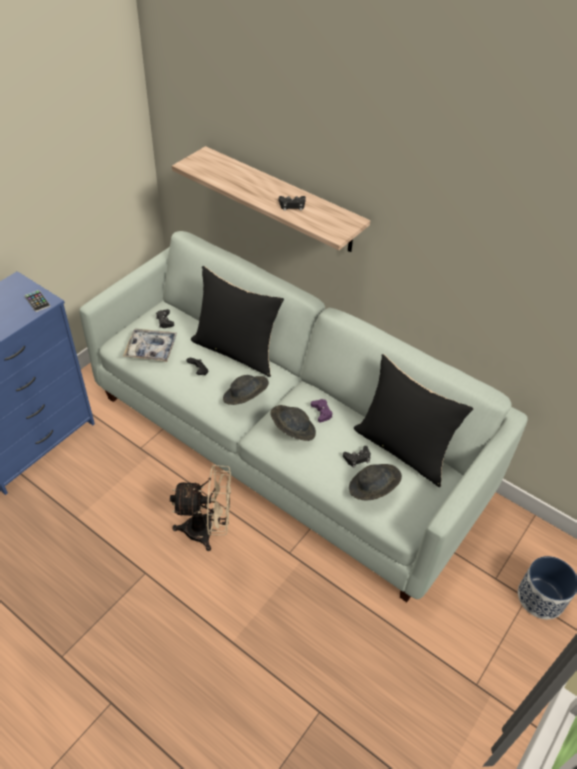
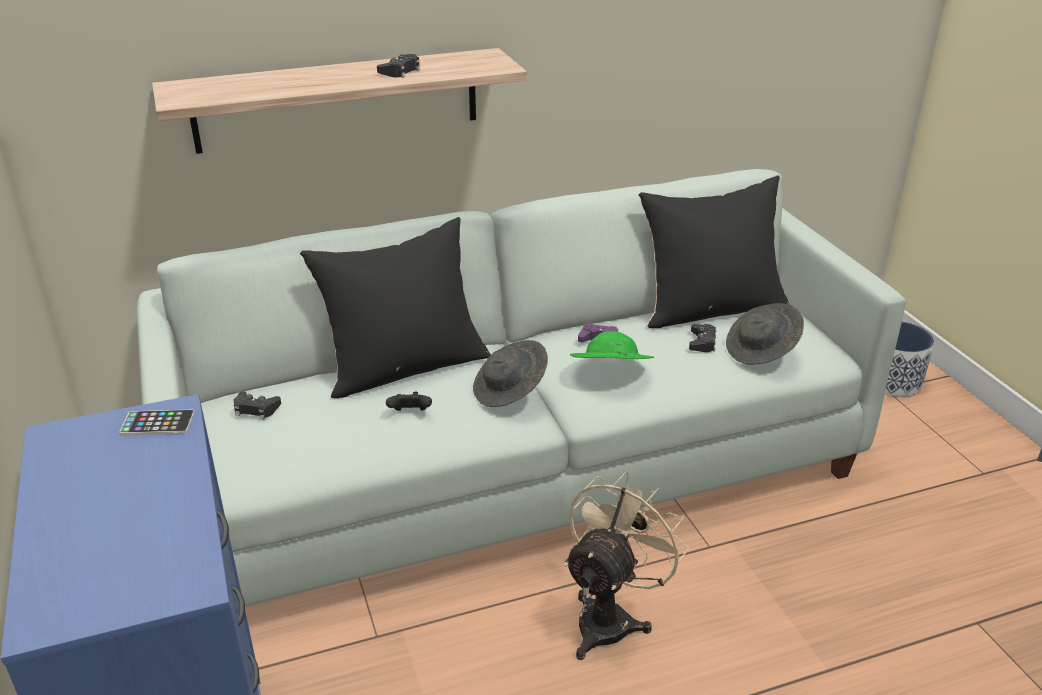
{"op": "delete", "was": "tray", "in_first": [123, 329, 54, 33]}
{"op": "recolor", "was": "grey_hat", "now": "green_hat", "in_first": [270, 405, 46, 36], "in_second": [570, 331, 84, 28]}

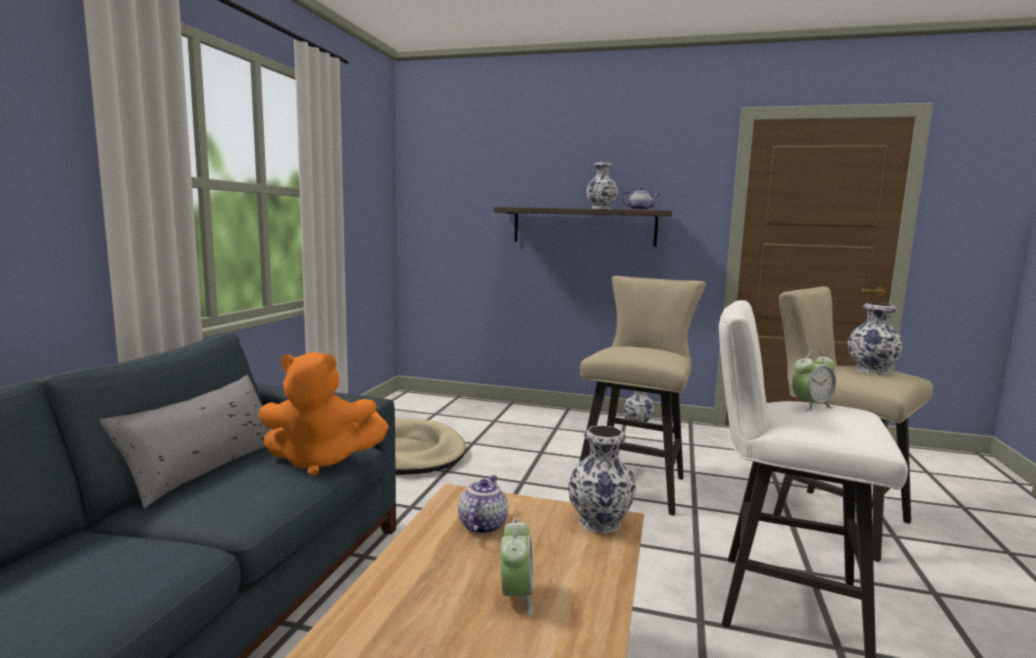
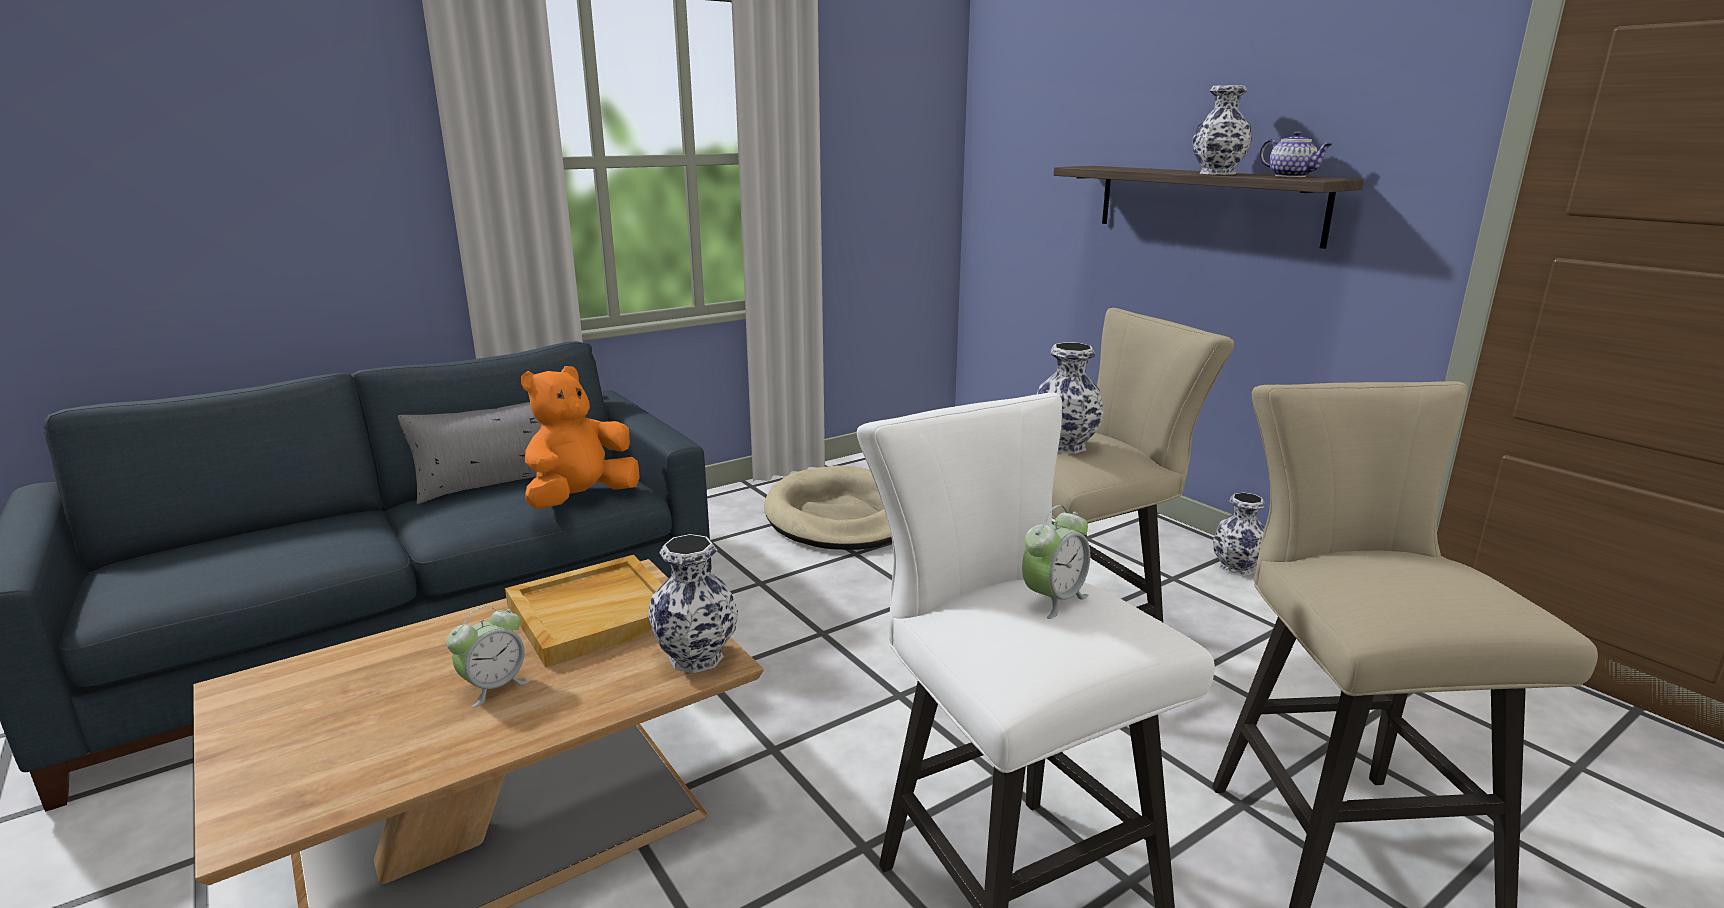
{"op": "move", "was": "vase", "in_first": [848, 303, 55, 72], "in_second": [1037, 342, 67, 112]}
{"op": "replace", "was": "teapot", "now": "beige_tray", "in_first": [458, 475, 50, 59], "in_second": [505, 555, 157, 112]}
{"op": "rotate", "was": "orange_plush_toy", "in_first": [258, 352, 131, 124], "in_second": [521, 366, 119, 143], "clockwise": 90}
{"op": "rotate", "was": "alarm_clock", "in_first": [792, 350, 44, 61], "in_second": [1022, 505, 68, 114], "clockwise": -60}

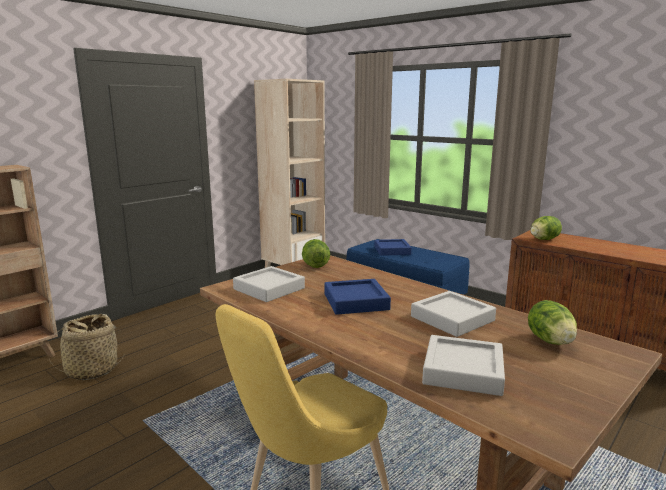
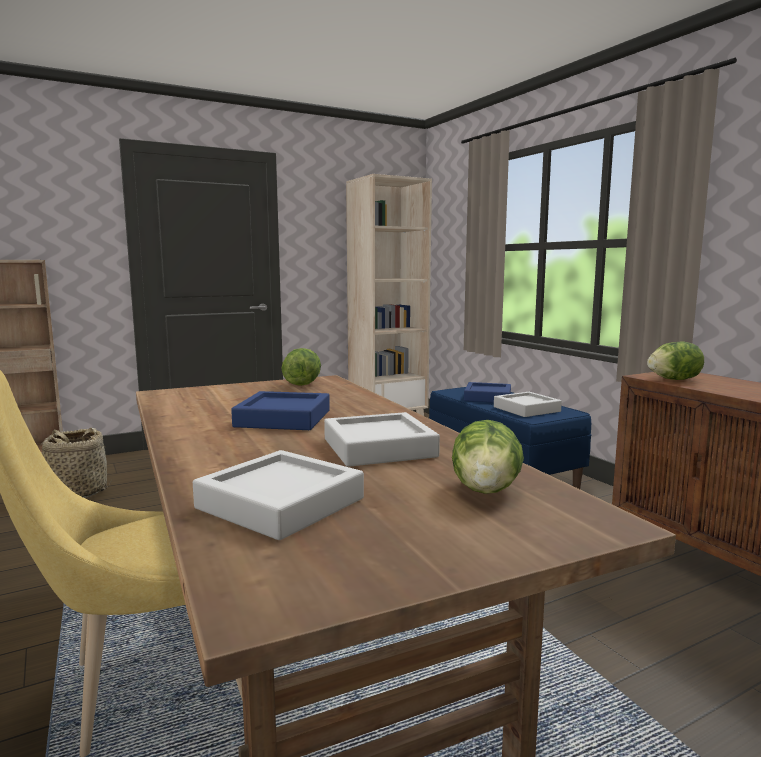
{"op": "move", "was": "grey_tray", "in_first": [233, 266, 72, 36], "in_second": [494, 392, 68, 25]}

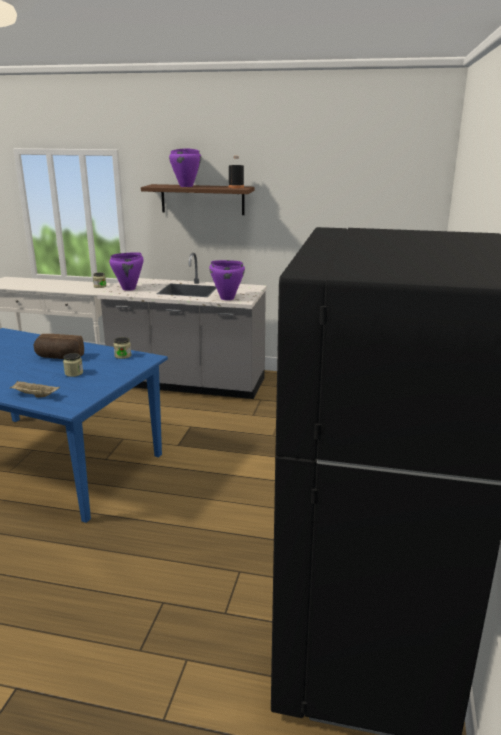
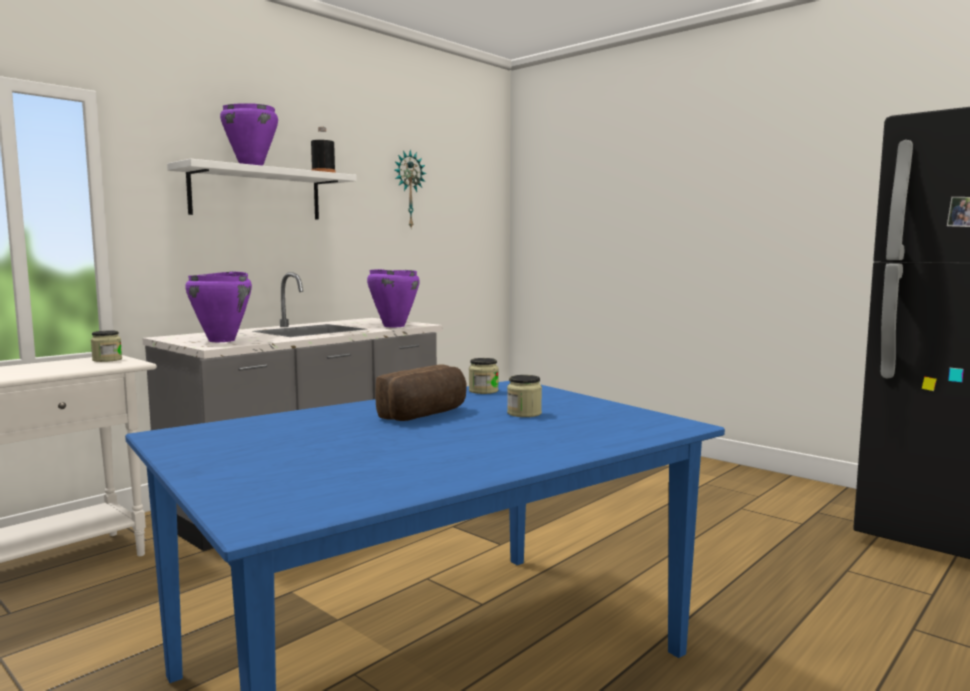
{"op": "delete", "was": "beige_tray", "in_first": [10, 381, 50, 16]}
{"op": "insert", "now": "wall_clock", "in_second": [394, 150, 32, 78]}
{"op": "recolor", "was": "brown_shelf", "now": "white_shelf", "in_first": [141, 184, 114, 31], "in_second": [167, 159, 190, 61]}

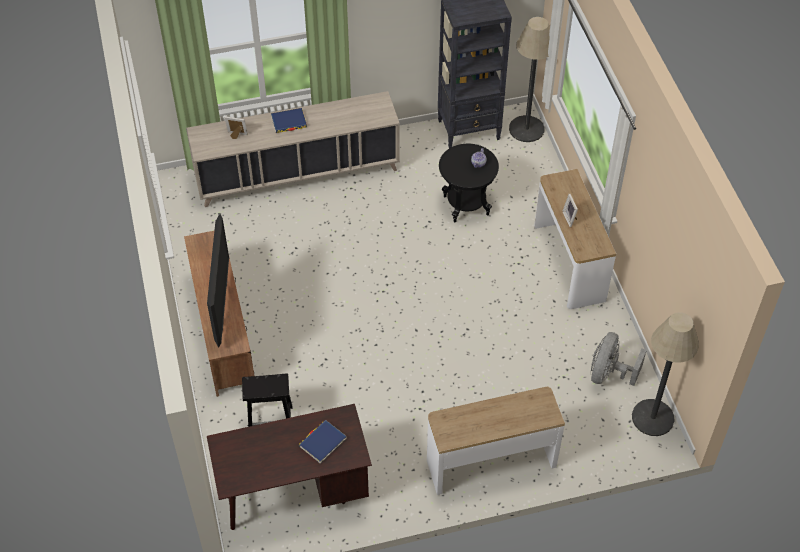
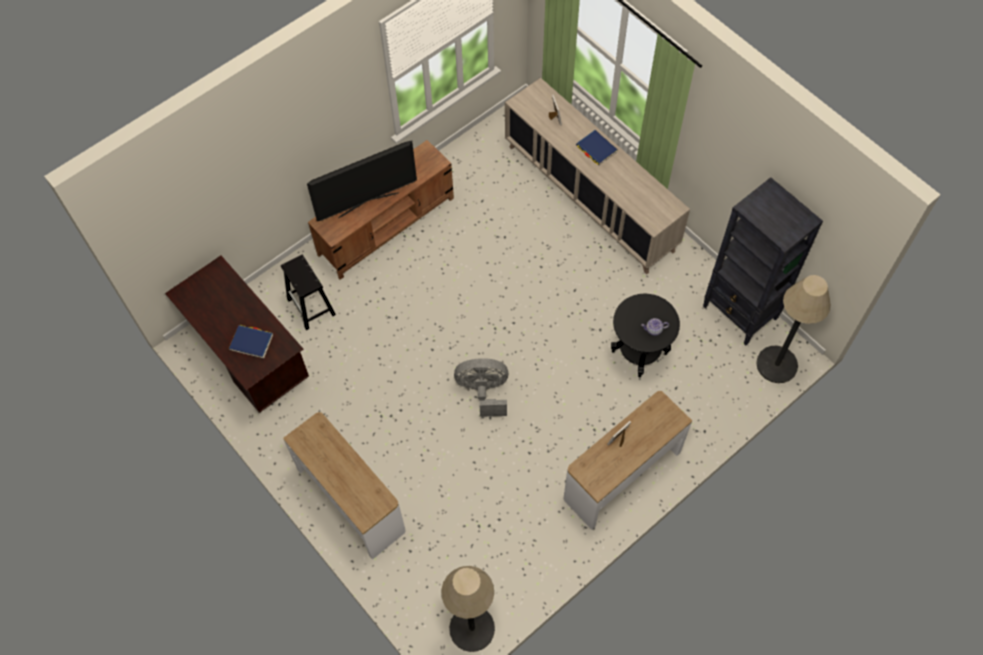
{"op": "move", "was": "grey_fan", "in_first": [591, 332, 56, 54], "in_second": [454, 358, 55, 59]}

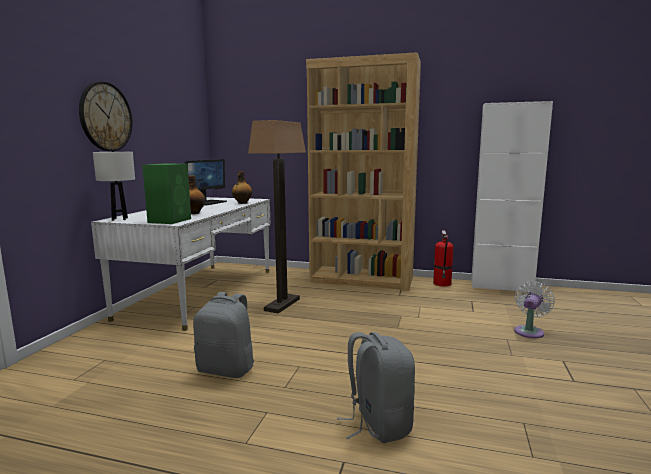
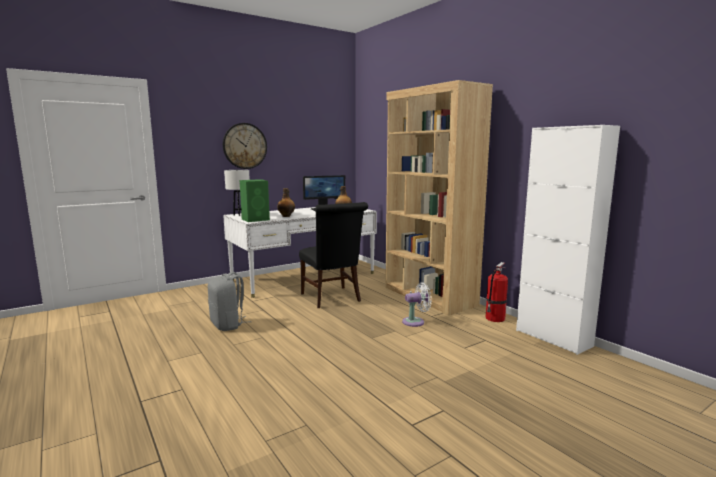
{"op": "delete", "was": "grey_backpack", "in_first": [337, 332, 78, 111]}
{"op": "move", "was": "white_fan", "in_first": [514, 281, 41, 57], "in_second": [402, 282, 30, 45]}
{"op": "replace", "was": "floor_lamp", "now": "black_chair", "in_first": [248, 120, 58, 194], "in_second": [299, 202, 69, 106]}

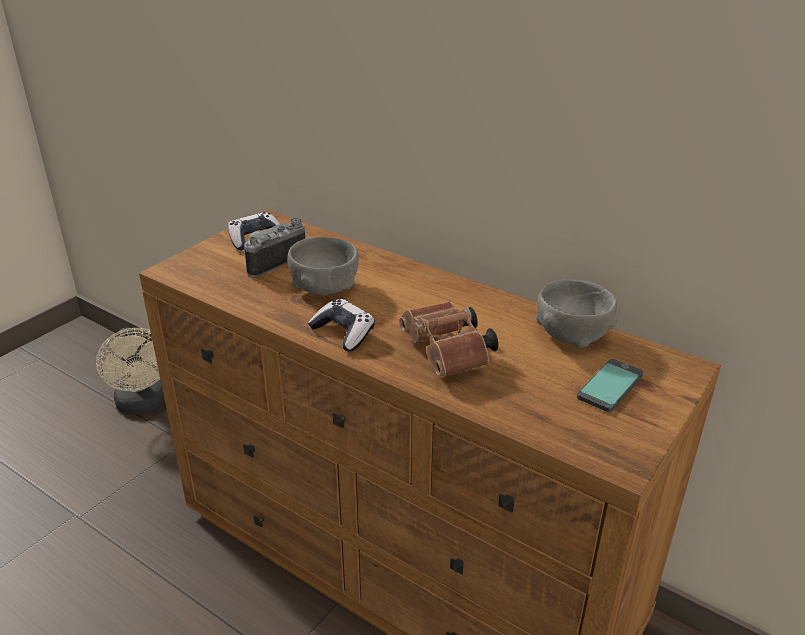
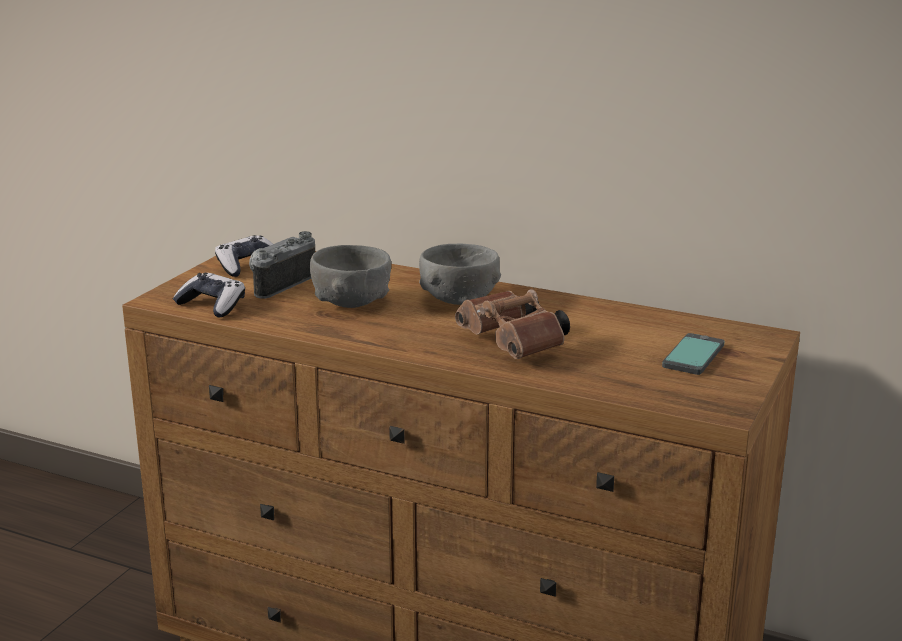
{"op": "delete", "was": "beige_fan", "in_first": [96, 327, 69, 87]}
{"op": "move", "was": "game_controller", "in_first": [308, 299, 67, 52], "in_second": [173, 273, 72, 45]}
{"op": "move", "was": "grey_bowl", "in_first": [536, 279, 81, 69], "in_second": [419, 244, 82, 61]}

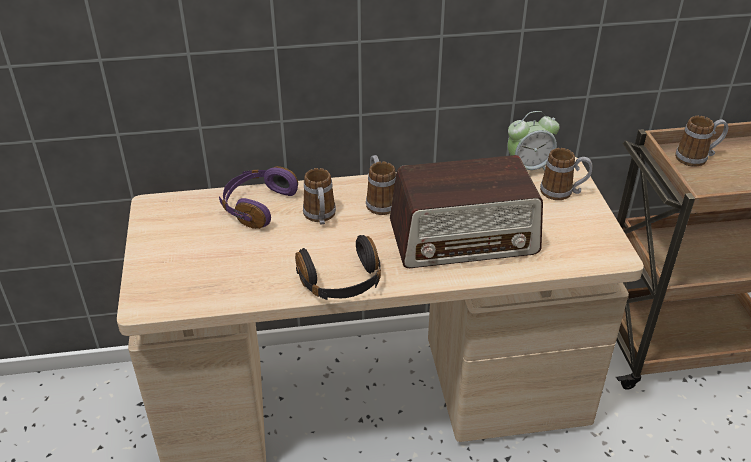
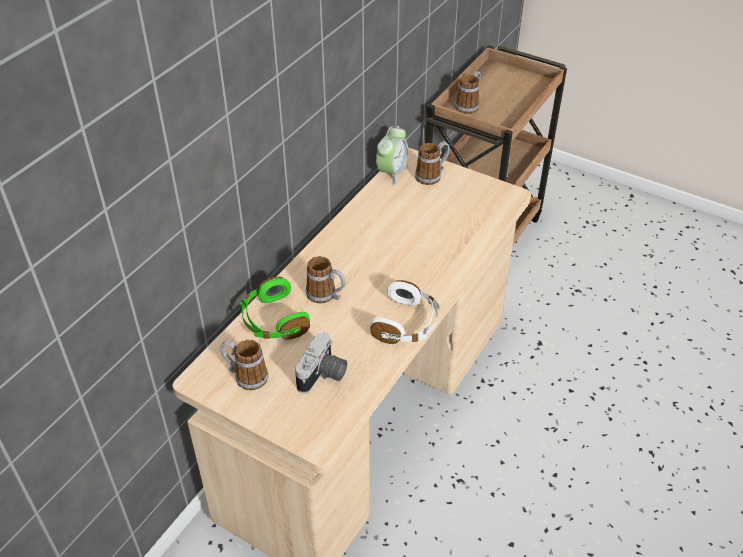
{"op": "delete", "was": "radio", "in_first": [390, 155, 153, 113]}
{"op": "insert", "now": "photo_camera", "in_second": [295, 332, 52, 62]}
{"op": "move", "was": "mug", "in_first": [366, 155, 30, 60], "in_second": [220, 340, 48, 50]}
{"op": "recolor", "was": "purple_headphones", "now": "green_headphones", "in_first": [219, 166, 79, 63], "in_second": [239, 276, 71, 64]}
{"op": "recolor", "was": "black_headphones", "now": "white_headphones", "in_first": [295, 235, 86, 65], "in_second": [370, 280, 70, 64]}

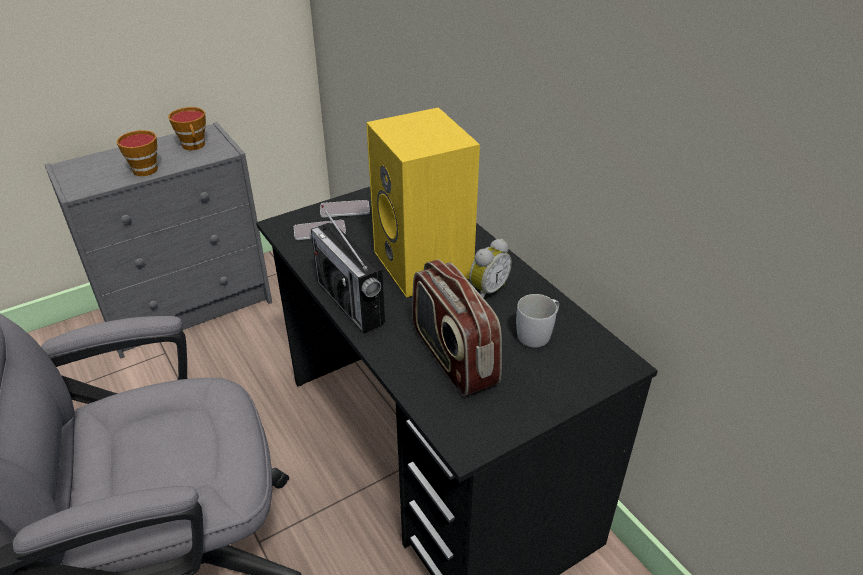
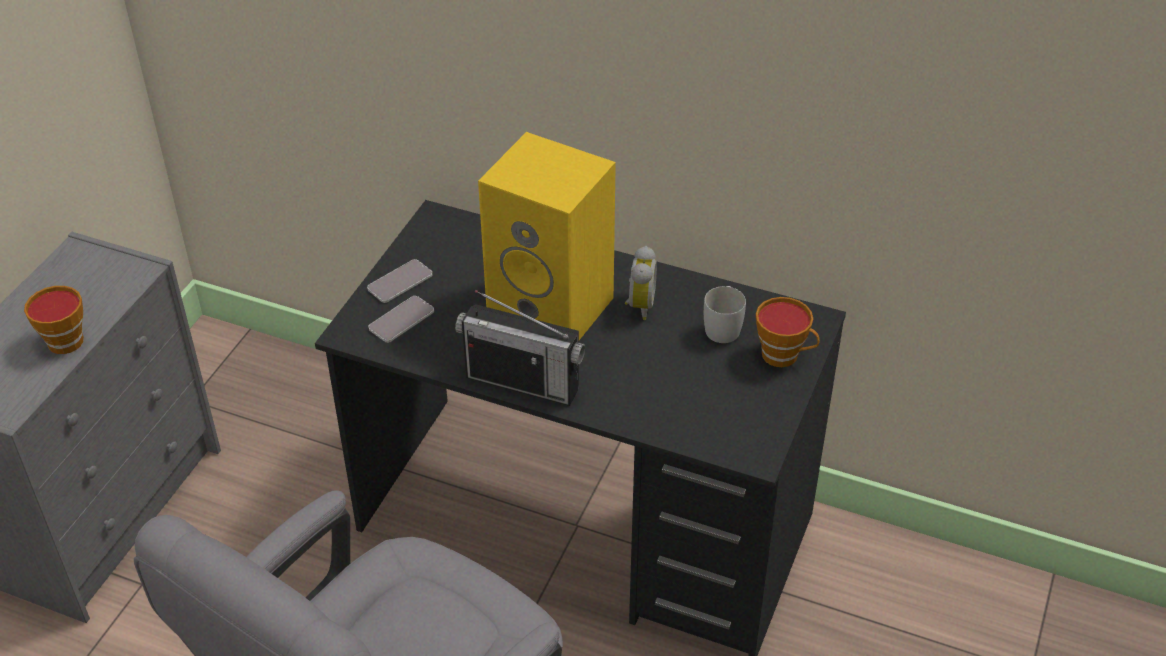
{"op": "delete", "was": "radio", "in_first": [412, 259, 90, 138]}
{"op": "move", "was": "cup", "in_first": [168, 107, 38, 43], "in_second": [756, 297, 64, 70]}

